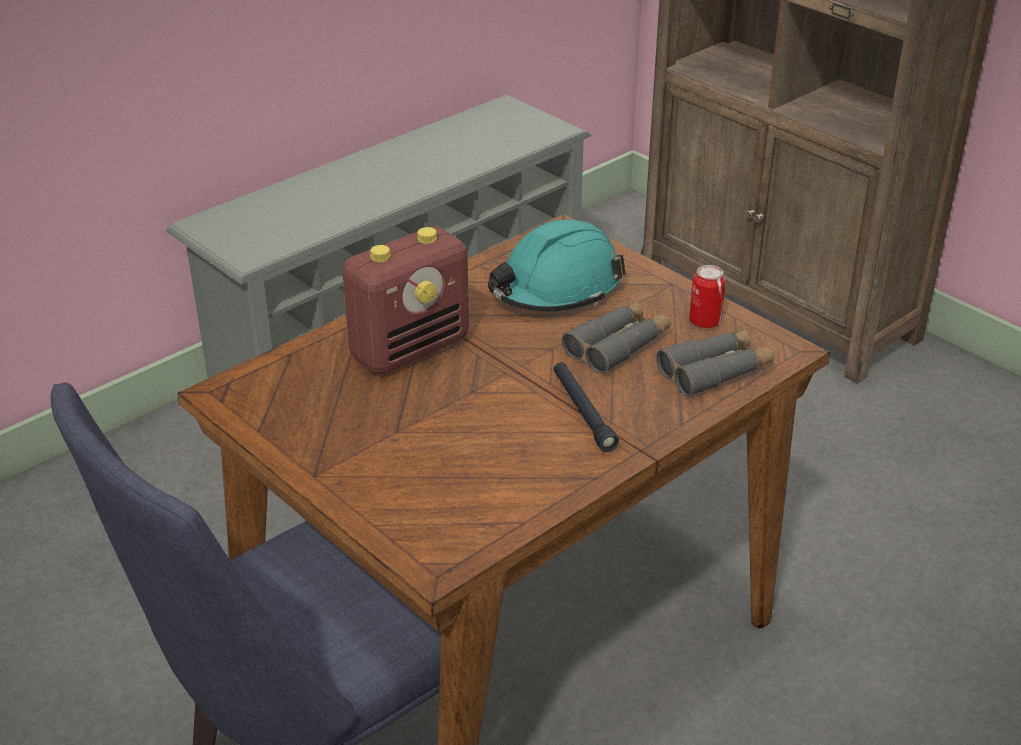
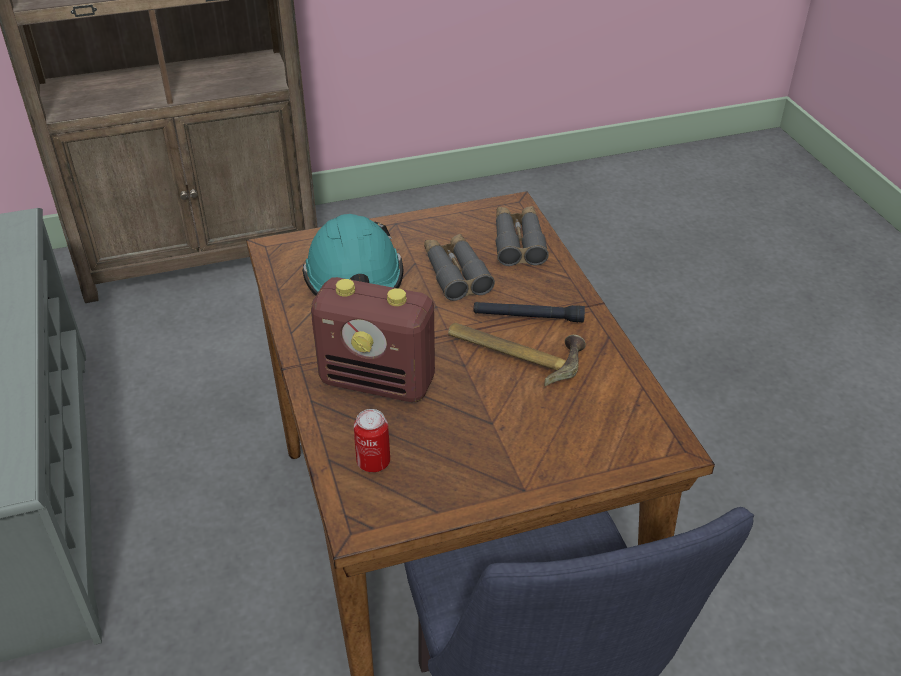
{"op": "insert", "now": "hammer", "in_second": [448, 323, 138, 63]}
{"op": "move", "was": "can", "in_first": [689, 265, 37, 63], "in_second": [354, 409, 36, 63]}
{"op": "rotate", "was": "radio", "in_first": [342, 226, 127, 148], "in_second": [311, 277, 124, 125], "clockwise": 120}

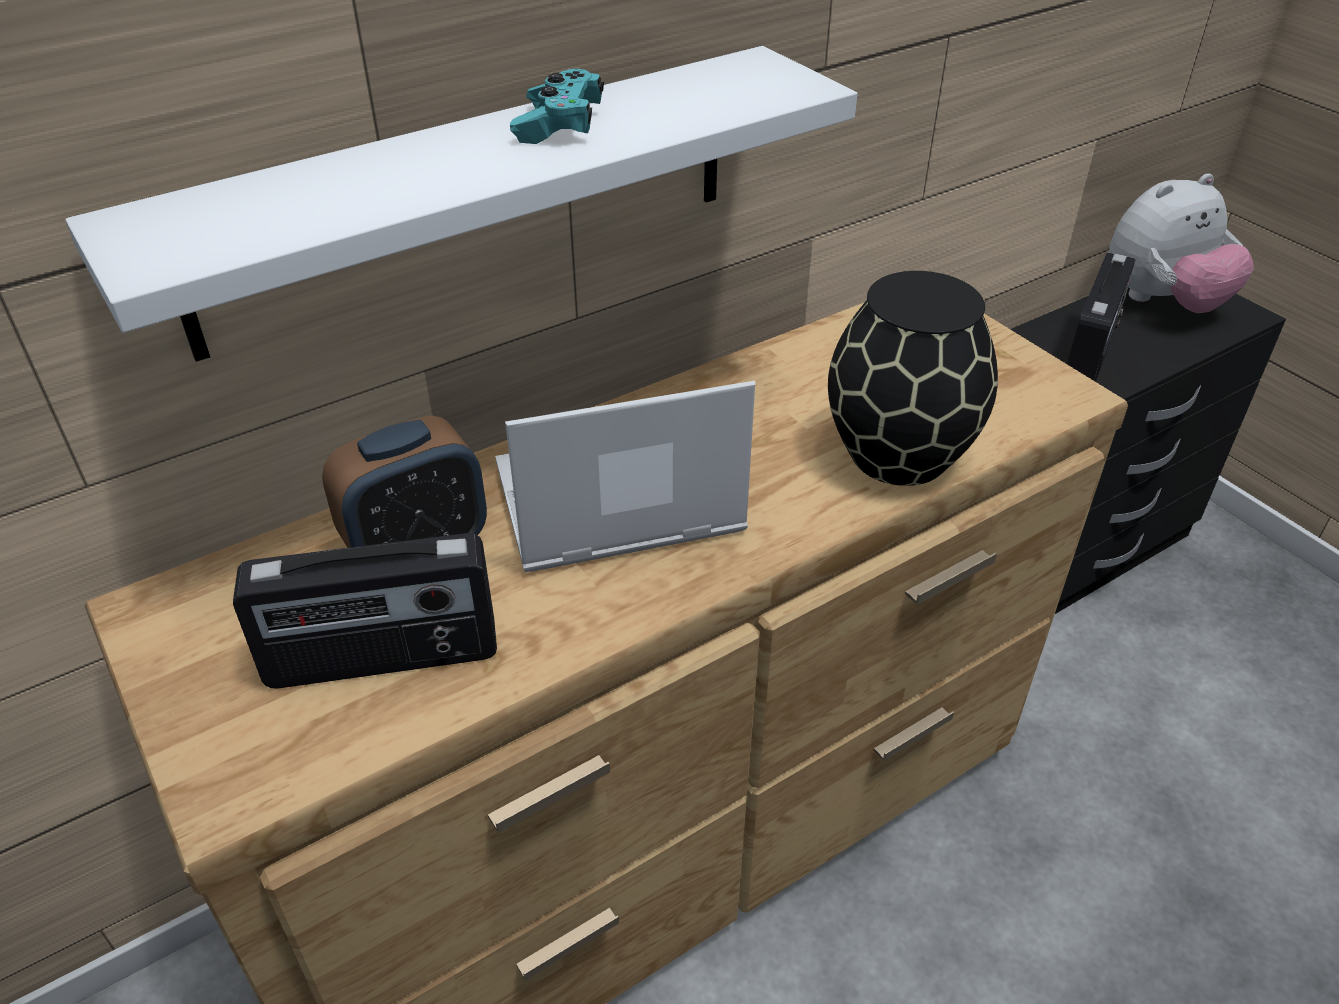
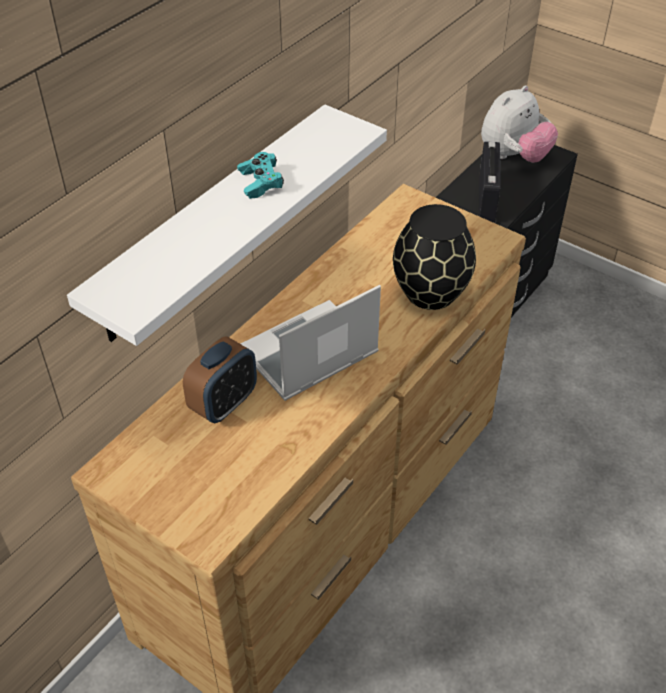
{"op": "delete", "was": "radio", "in_first": [233, 533, 264, 155]}

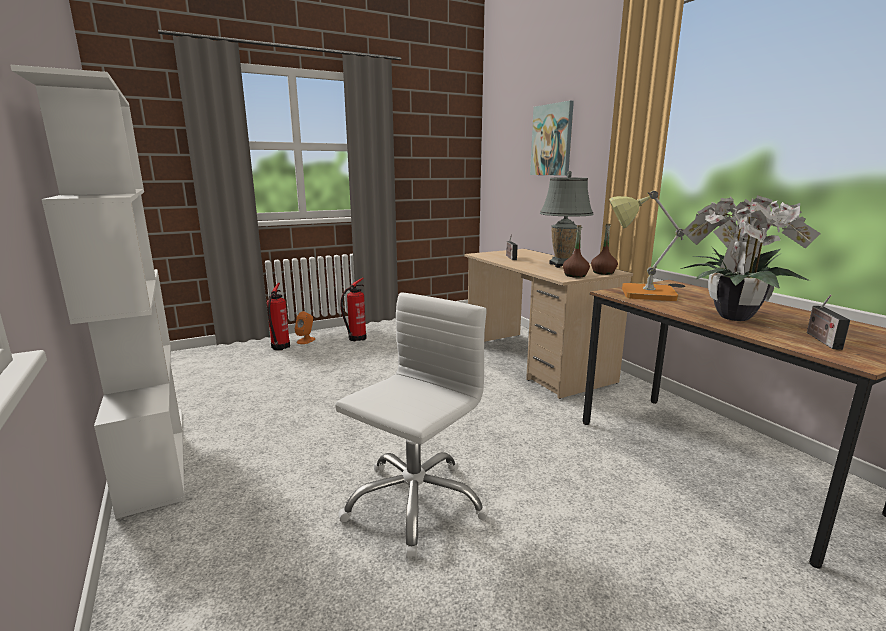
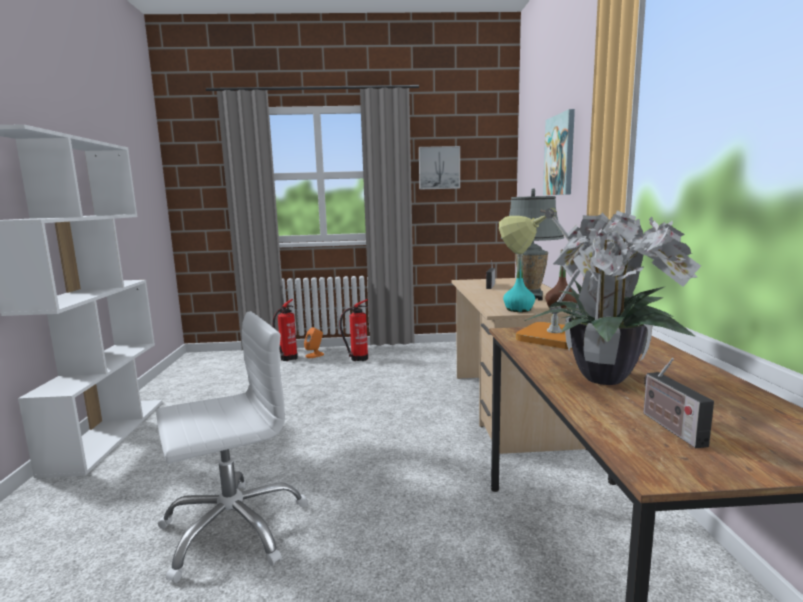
{"op": "insert", "now": "picture", "in_second": [419, 146, 41, 44]}
{"op": "recolor", "was": "brown_bottle", "now": "turquoise_bottle", "in_first": [563, 225, 27, 53], "in_second": [503, 253, 32, 59]}
{"op": "rotate", "was": "radio", "in_first": [807, 295, 43, 55], "in_second": [644, 358, 70, 90], "clockwise": -45}

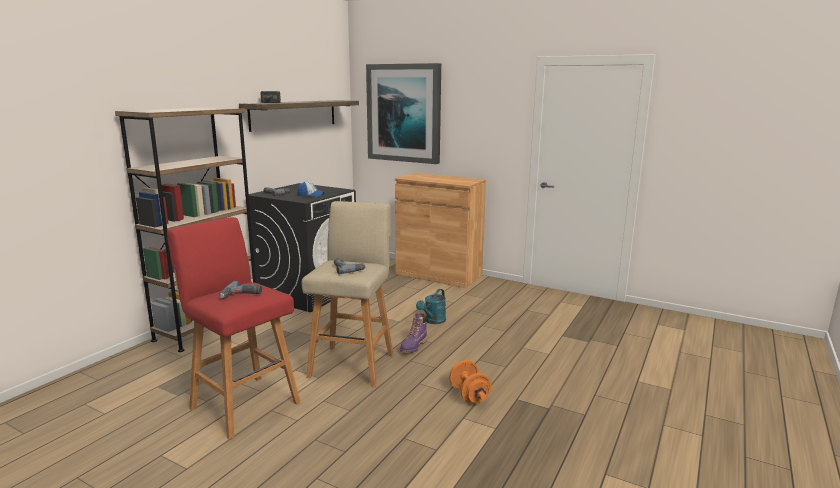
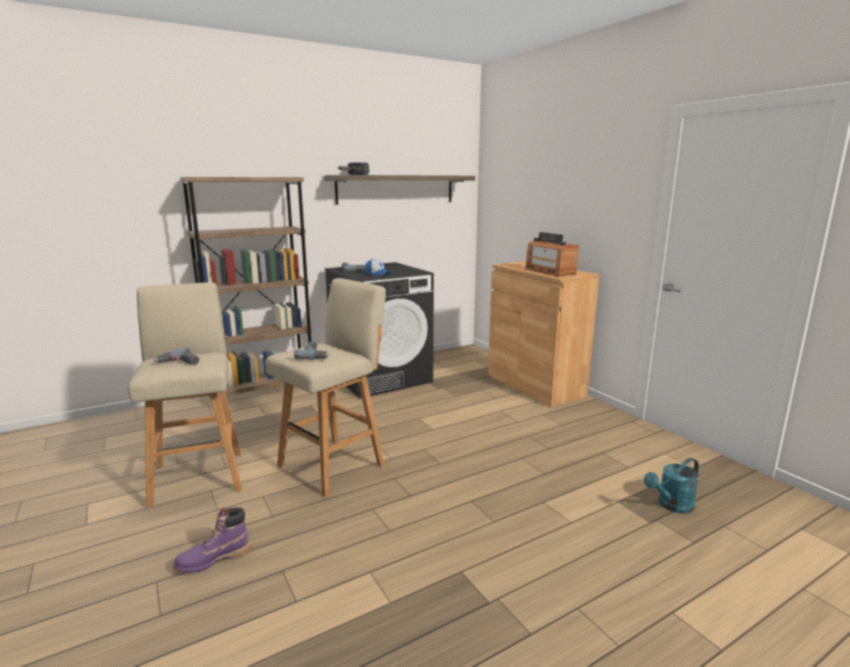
{"op": "delete", "was": "picture", "in_first": [366, 63, 75, 101]}
{"op": "delete", "was": "orange_dumbbell", "in_first": [449, 360, 43, 44]}
{"op": "insert", "now": "radio", "in_second": [525, 232, 54, 45]}
{"op": "move", "was": "purple_boot", "in_first": [400, 313, 27, 40], "in_second": [173, 507, 78, 66]}
{"op": "move", "was": "turquoise_watering_can", "in_first": [416, 289, 30, 35], "in_second": [644, 458, 55, 56]}
{"op": "recolor", "was": "red_stool", "now": "beige_stool", "in_first": [167, 217, 133, 222], "in_second": [128, 283, 114, 225]}

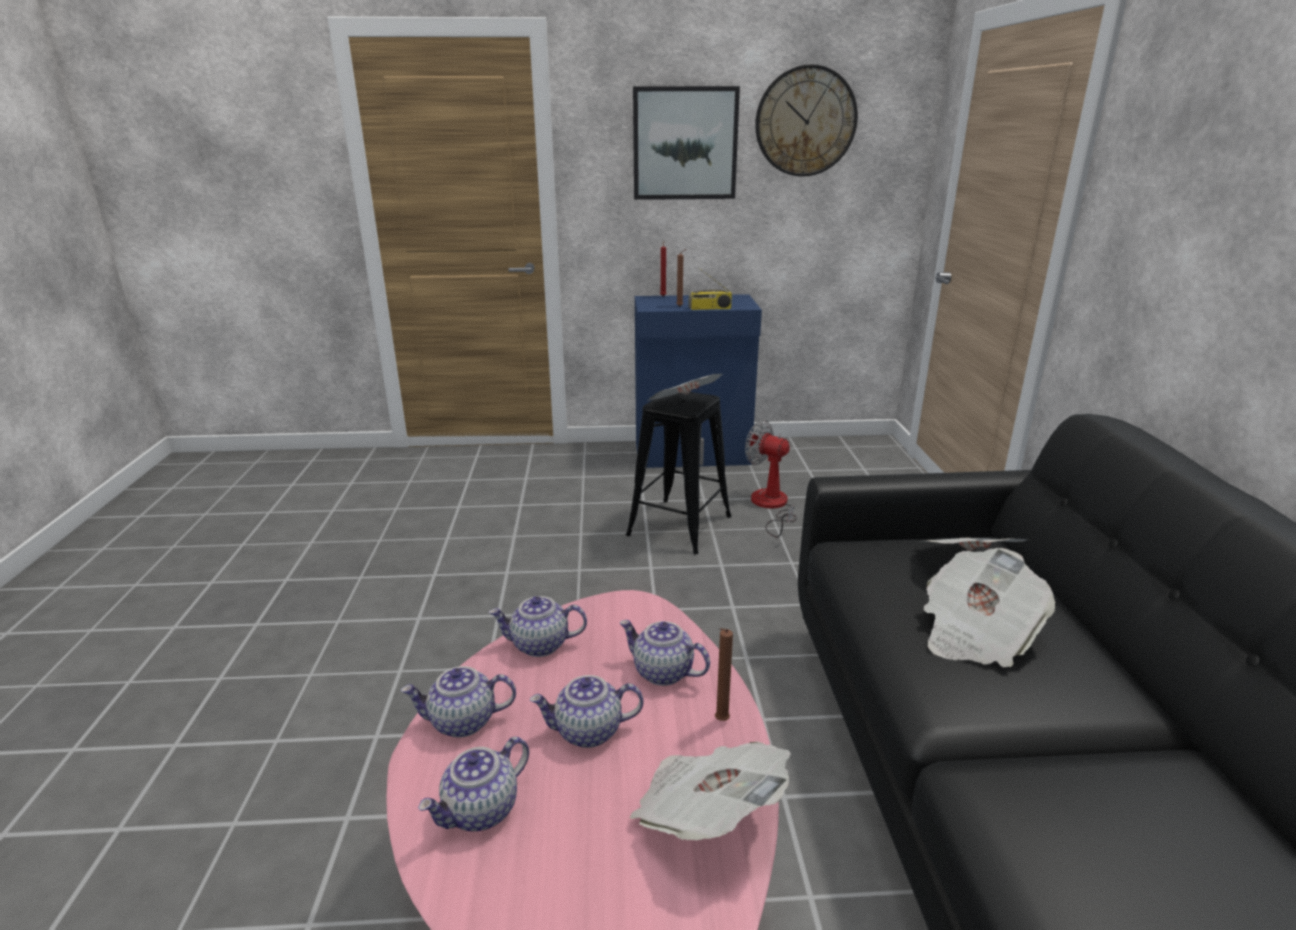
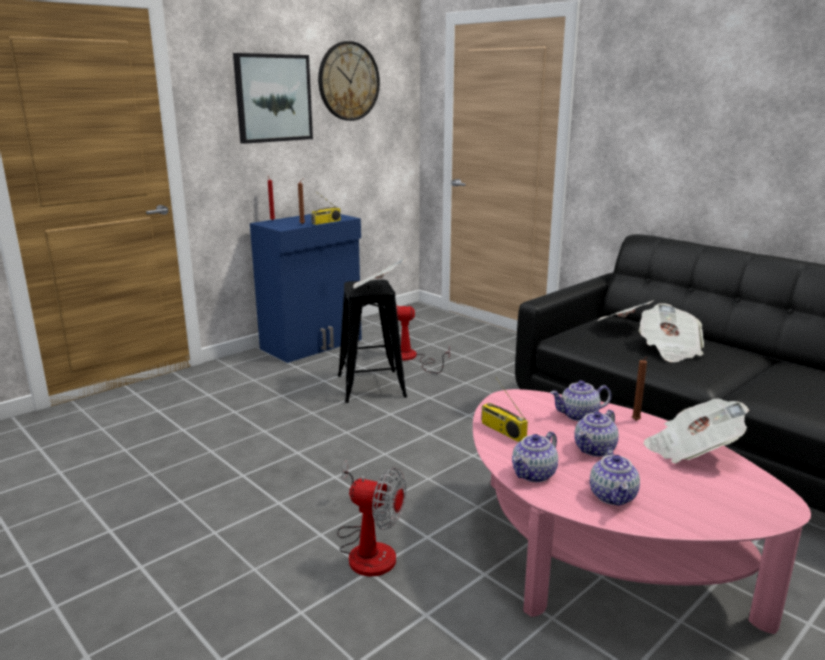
{"op": "insert", "now": "fan", "in_second": [337, 461, 69, 116]}
{"op": "replace", "was": "teapot", "now": "radio", "in_first": [489, 596, 98, 61], "in_second": [481, 377, 47, 65]}

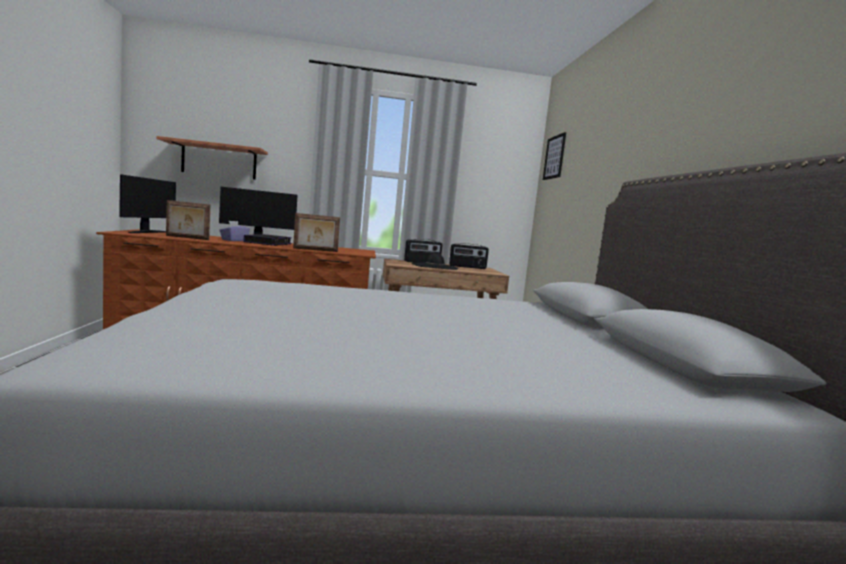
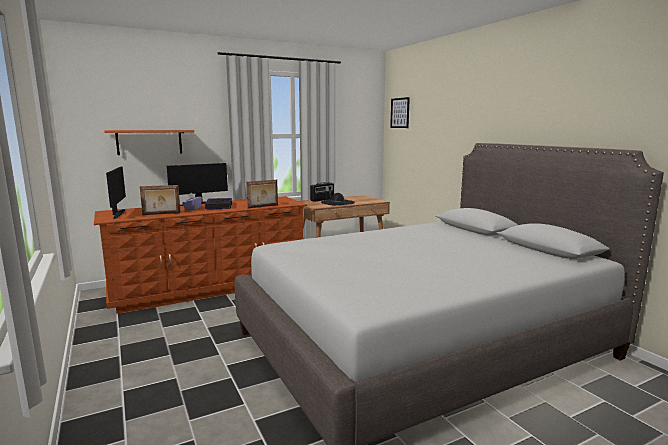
{"op": "delete", "was": "radio", "in_first": [449, 243, 40, 26]}

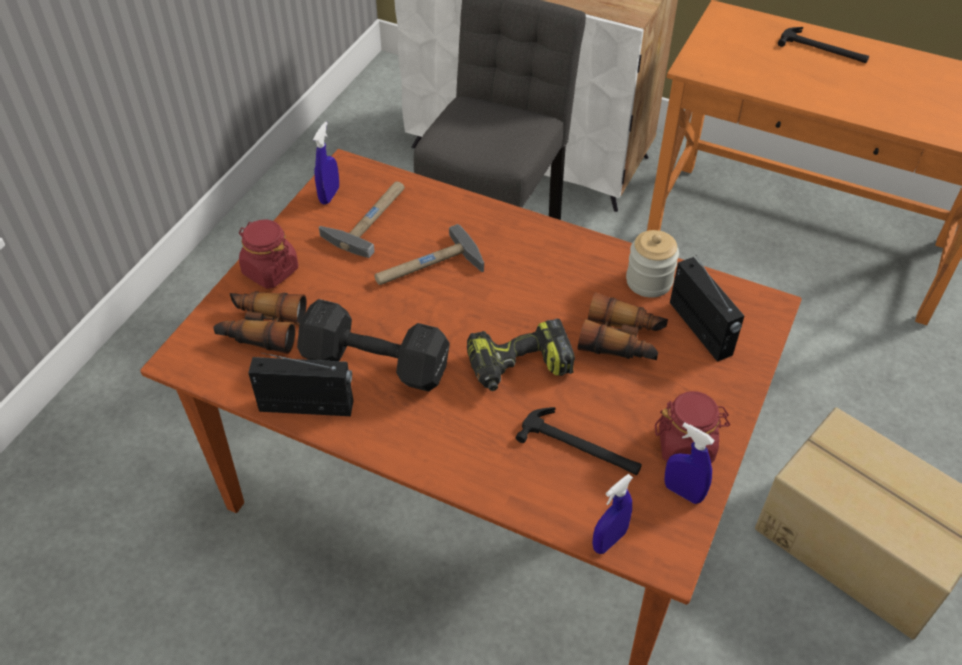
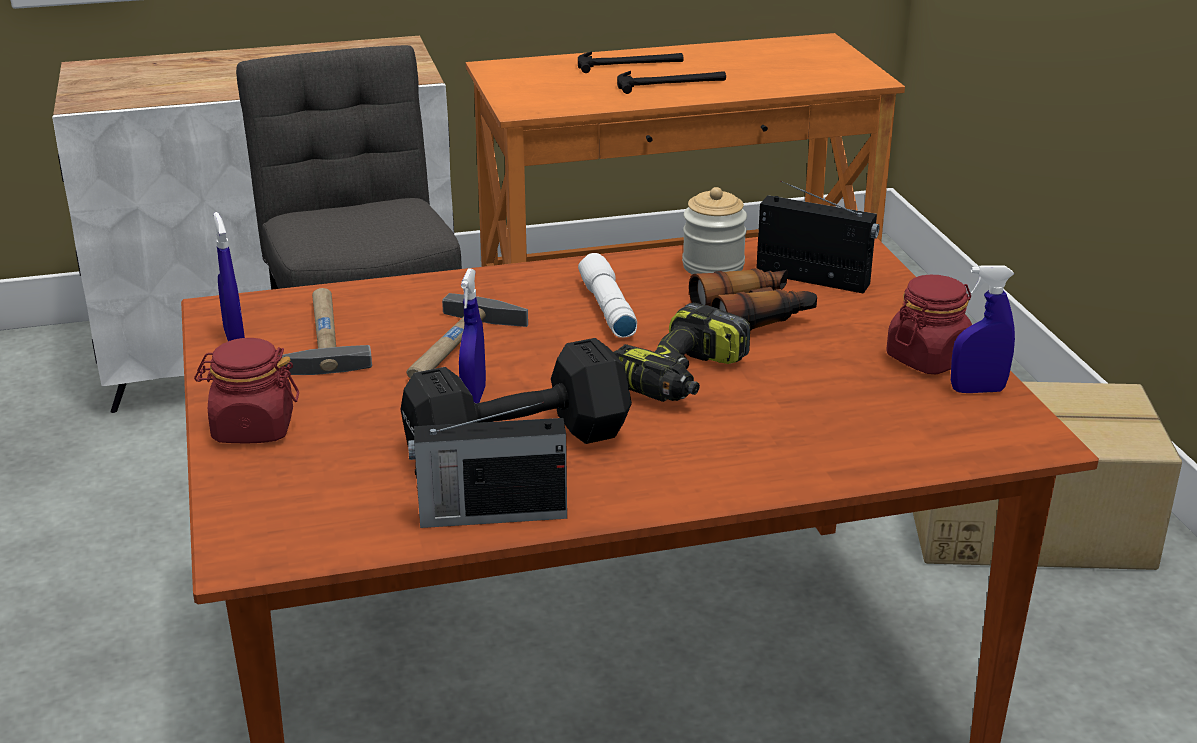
{"op": "delete", "was": "binoculars", "in_first": [213, 291, 94, 63]}
{"op": "insert", "now": "white_flashlight", "in_second": [578, 253, 59, 85]}
{"op": "move", "was": "hammer", "in_first": [515, 407, 127, 68], "in_second": [617, 71, 109, 23]}
{"op": "move", "was": "blue_spray_bottle", "in_first": [592, 474, 41, 80], "in_second": [459, 269, 27, 134]}
{"op": "rotate", "was": "radio", "in_first": [248, 353, 105, 63], "in_second": [408, 402, 159, 126], "clockwise": -150}

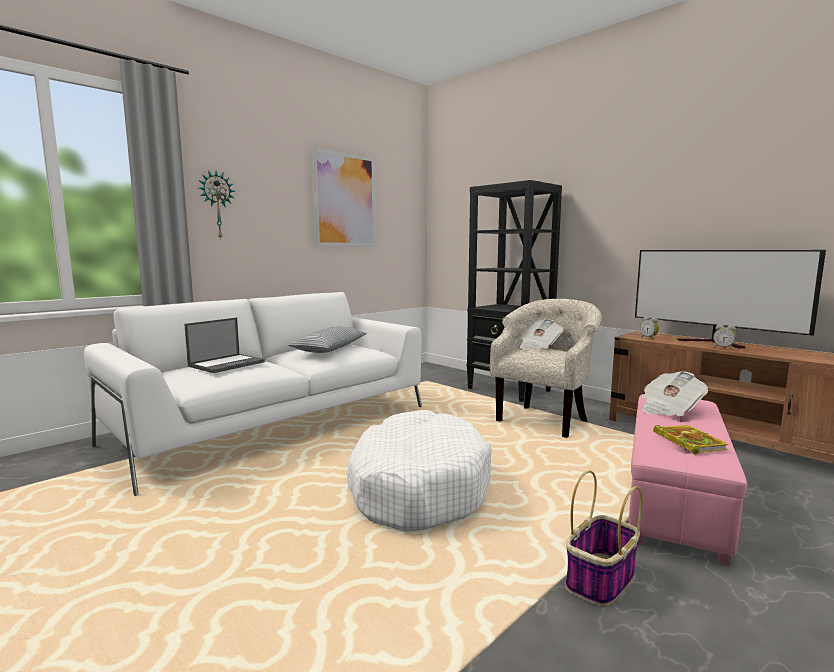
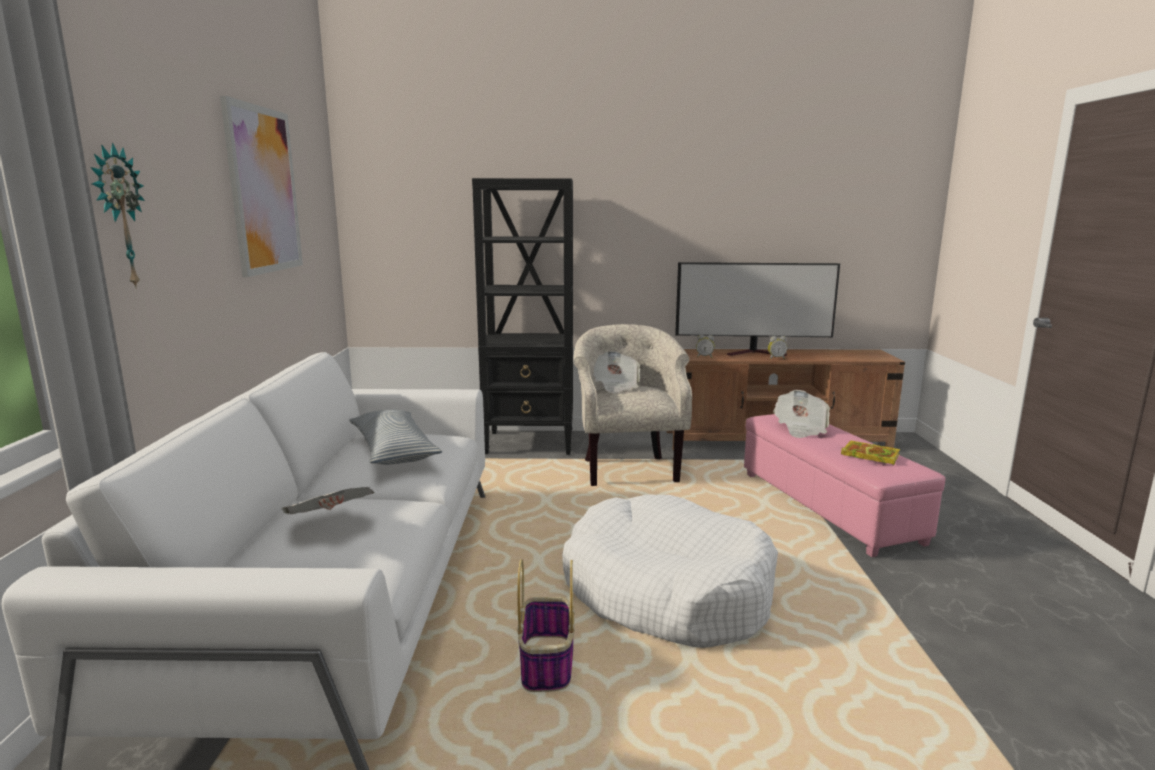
{"op": "move", "was": "basket", "in_first": [565, 470, 77, 137], "in_second": [517, 559, 57, 133]}
{"op": "replace", "was": "laptop", "now": "newspaper", "in_first": [184, 318, 81, 55], "in_second": [282, 487, 92, 27]}

